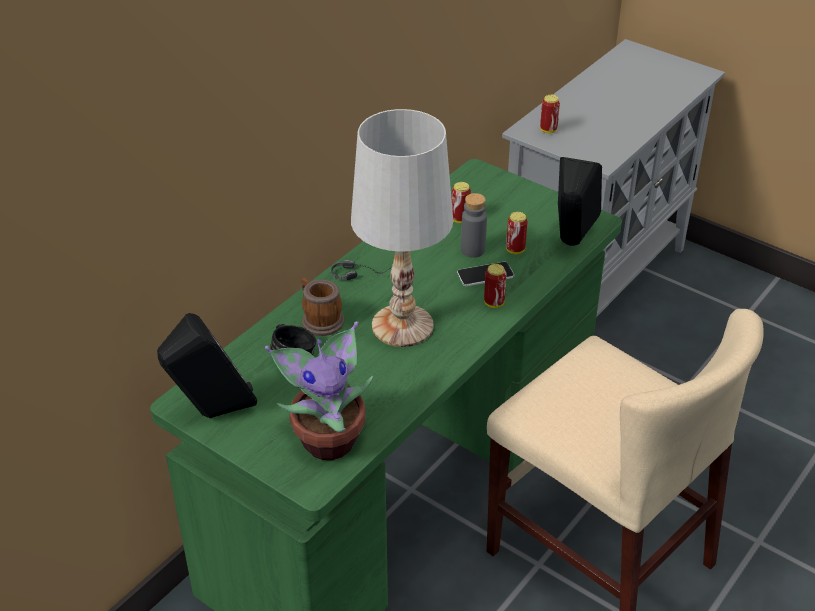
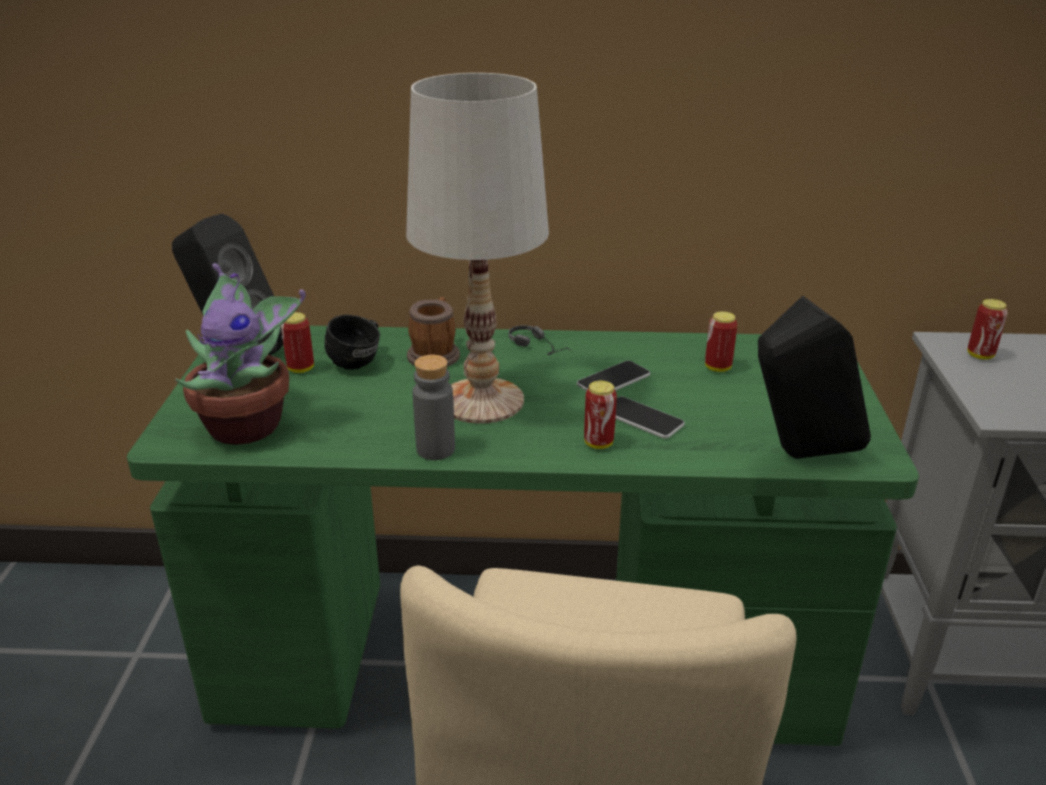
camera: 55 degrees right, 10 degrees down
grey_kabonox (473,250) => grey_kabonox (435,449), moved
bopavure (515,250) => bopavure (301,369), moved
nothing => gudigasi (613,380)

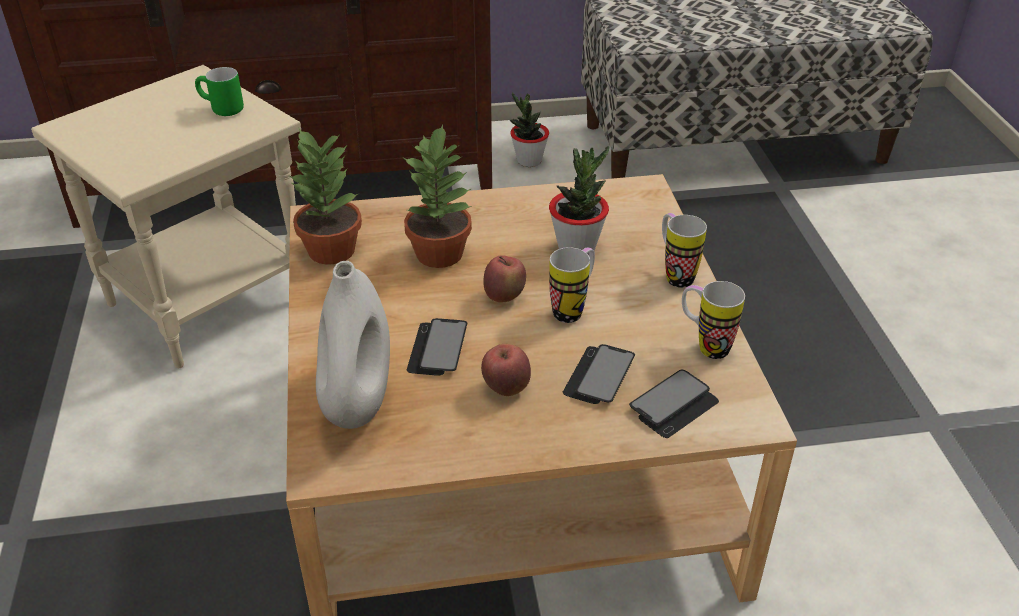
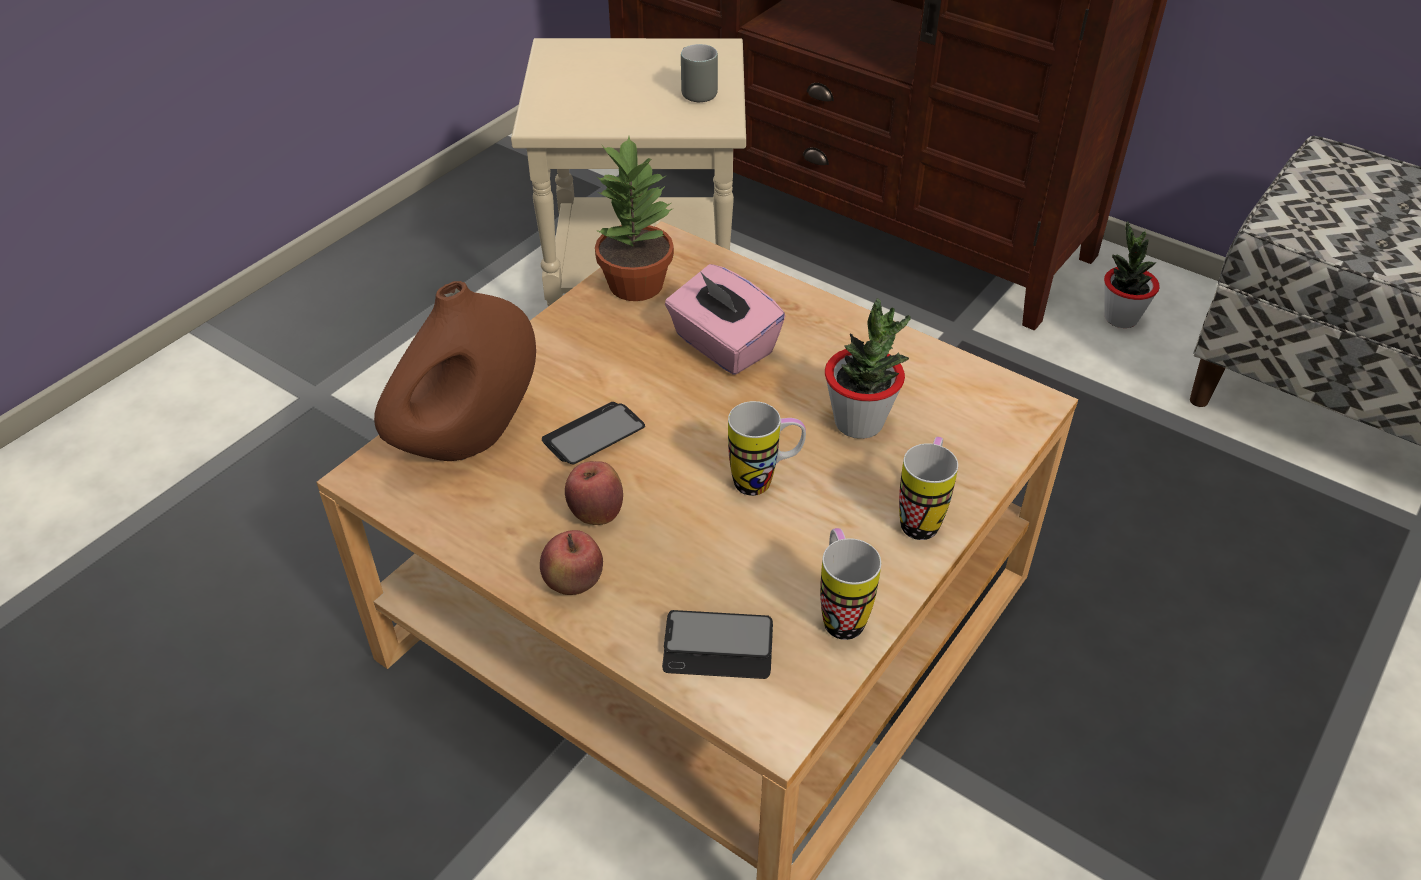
camera: 45 degrees right, 5 degrees up
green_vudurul (220,110) => grey_vudurul (693,92)
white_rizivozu (358,403) => brown_rizivozu (469,439)
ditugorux (441,253) => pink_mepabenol (723,346)
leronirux (504,297) => leronirux (573,584), moved
gudigasi (599,376) => nothing

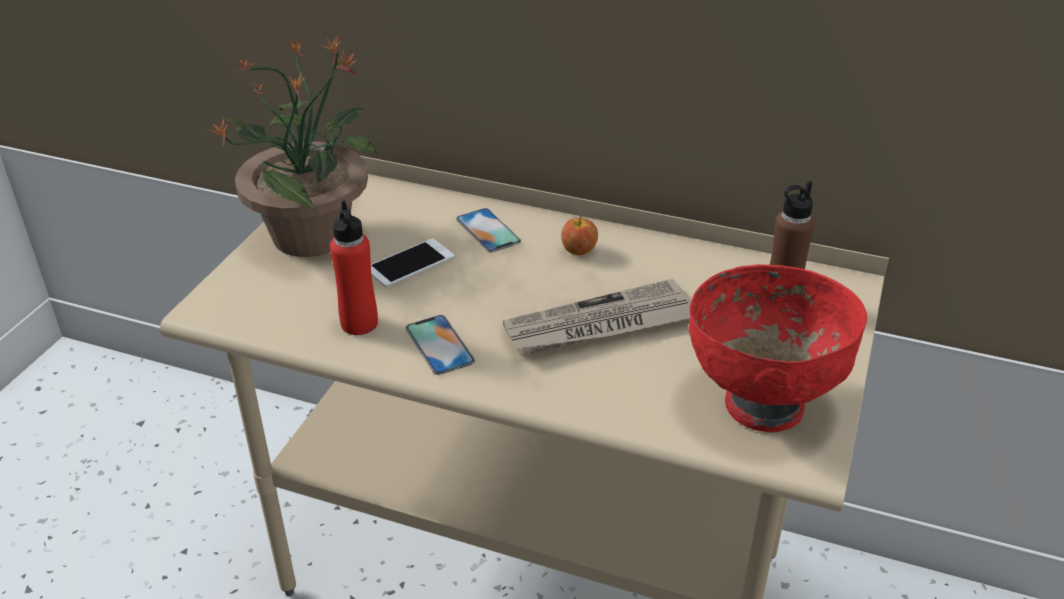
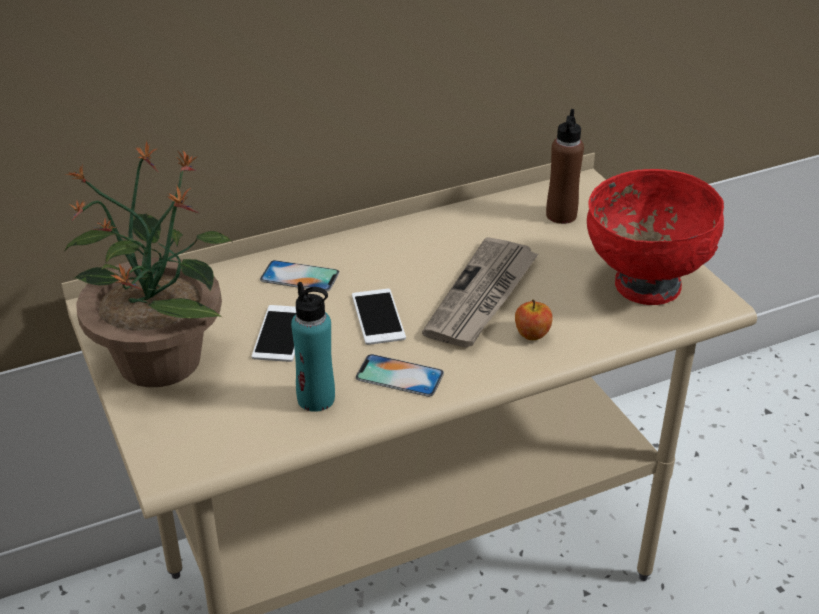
camera: 45 degrees left, 0 degrees up
red_kabonox (359,323) => turquoise_kabonox (316,399)
leronirux (579,250) => leronirux (532,334), moved
nothing => gudigasi (378,317)

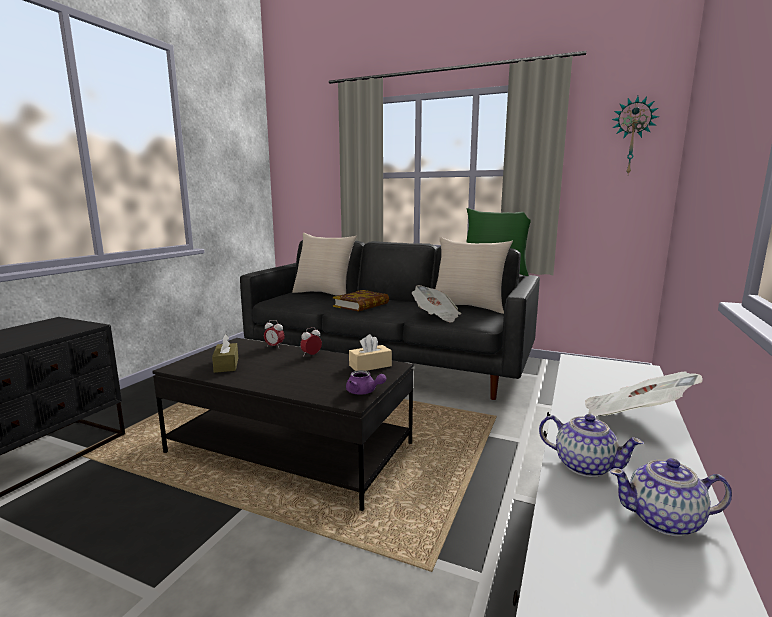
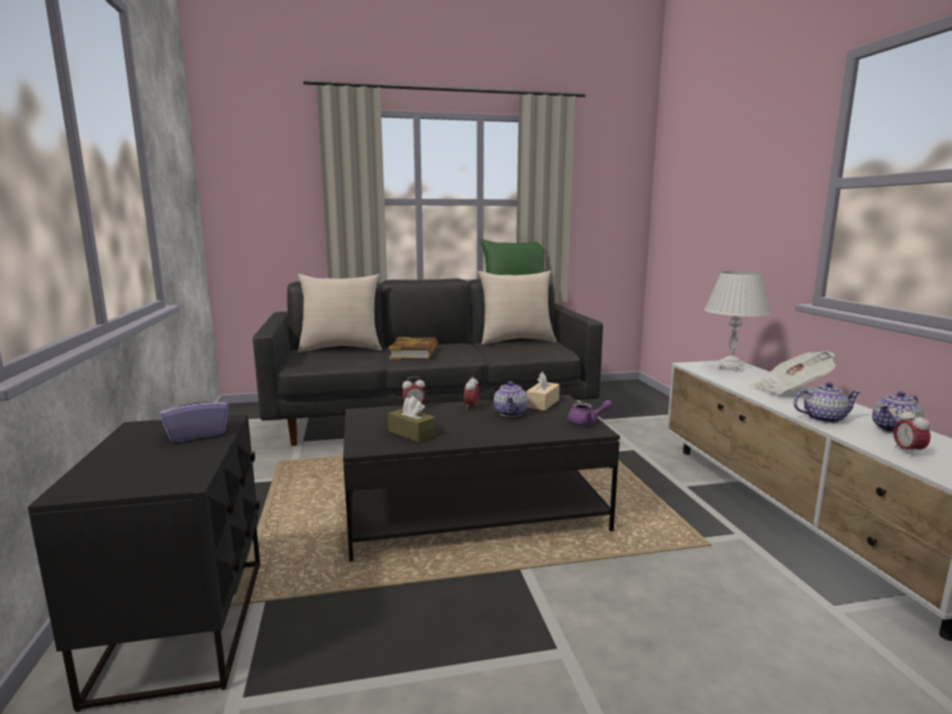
camera: 35 degrees left, 0 degrees up
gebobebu (436,316) => nothing
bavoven (632,136) => nothing
nothing => purple_mepabenol (197,434)
nothing => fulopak (511,413)
nothing => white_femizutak (730,368)
nothing => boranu (907,451)

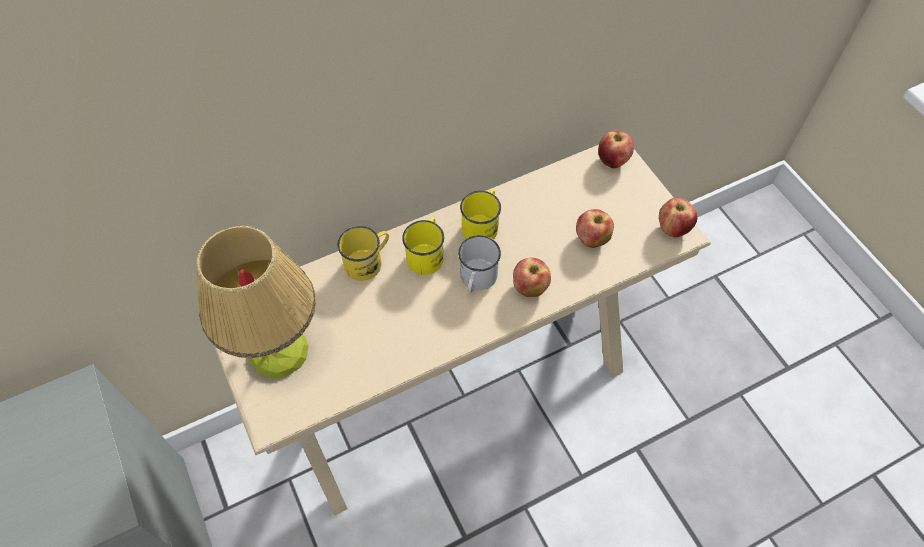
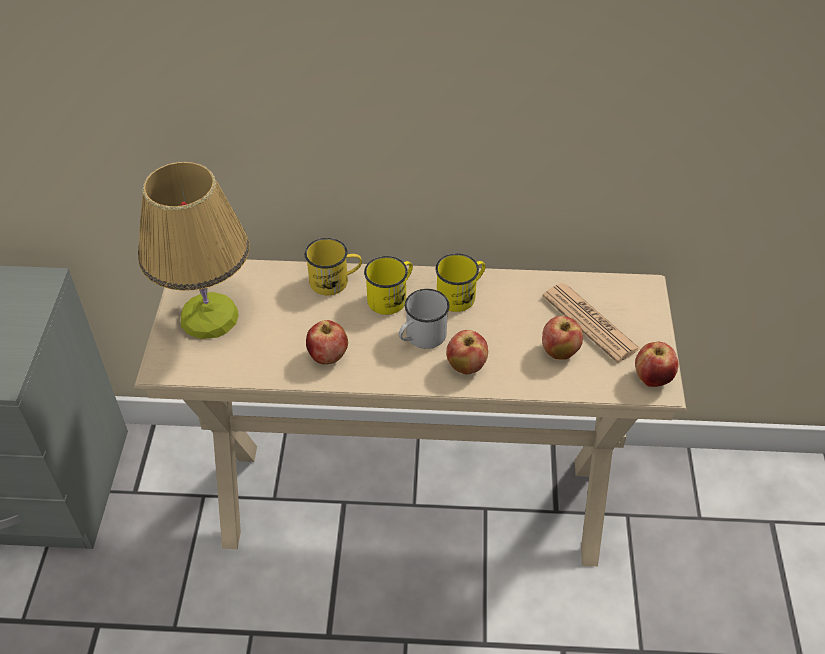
camera: 30 degrees right, 10 degrees down
leronirux (612,161) => leronirux (328,356), moved
nothing => gebobebu (590,323)

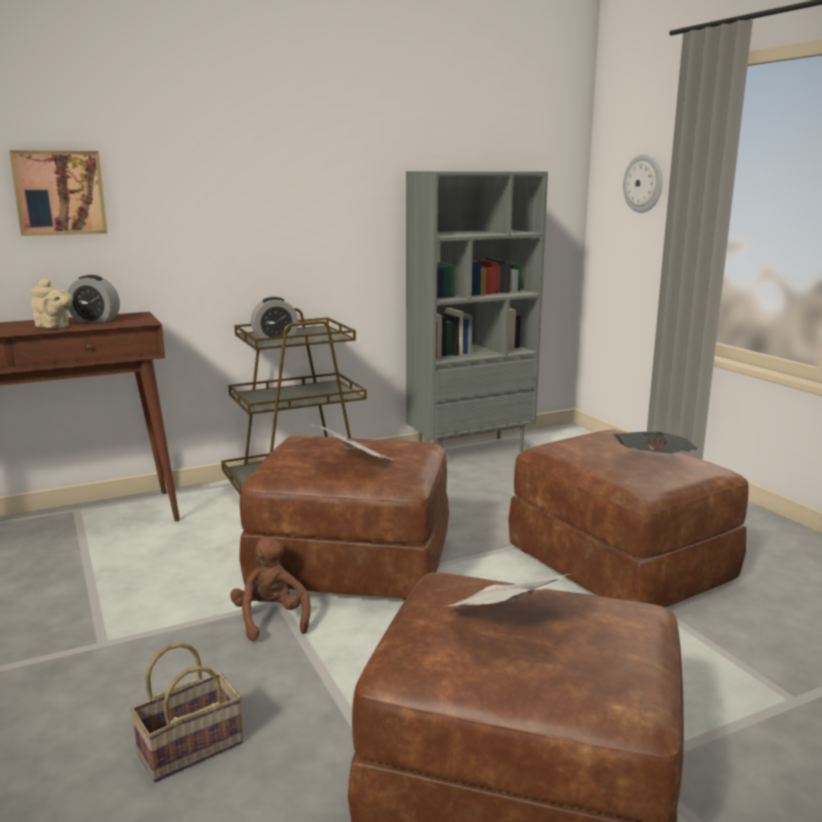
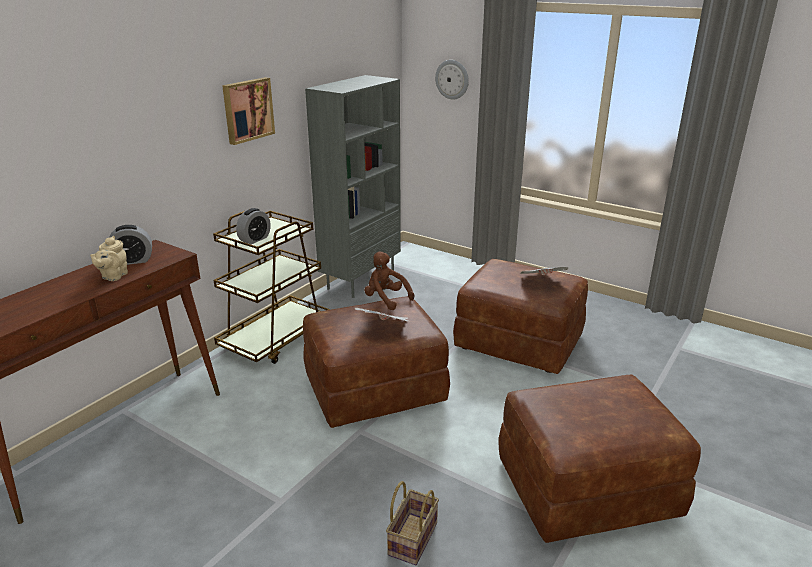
camera: 30 degrees left, 10 degrees up
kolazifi (59,193) => kolazifi (247,110), moved
beige_fulopak (54,326) => beige_fulopak (113,276), 105 degrees clockwise
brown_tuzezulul (271,619) => brown_tuzezulul (386,299), moved
gebobebu (506,620) => nothing

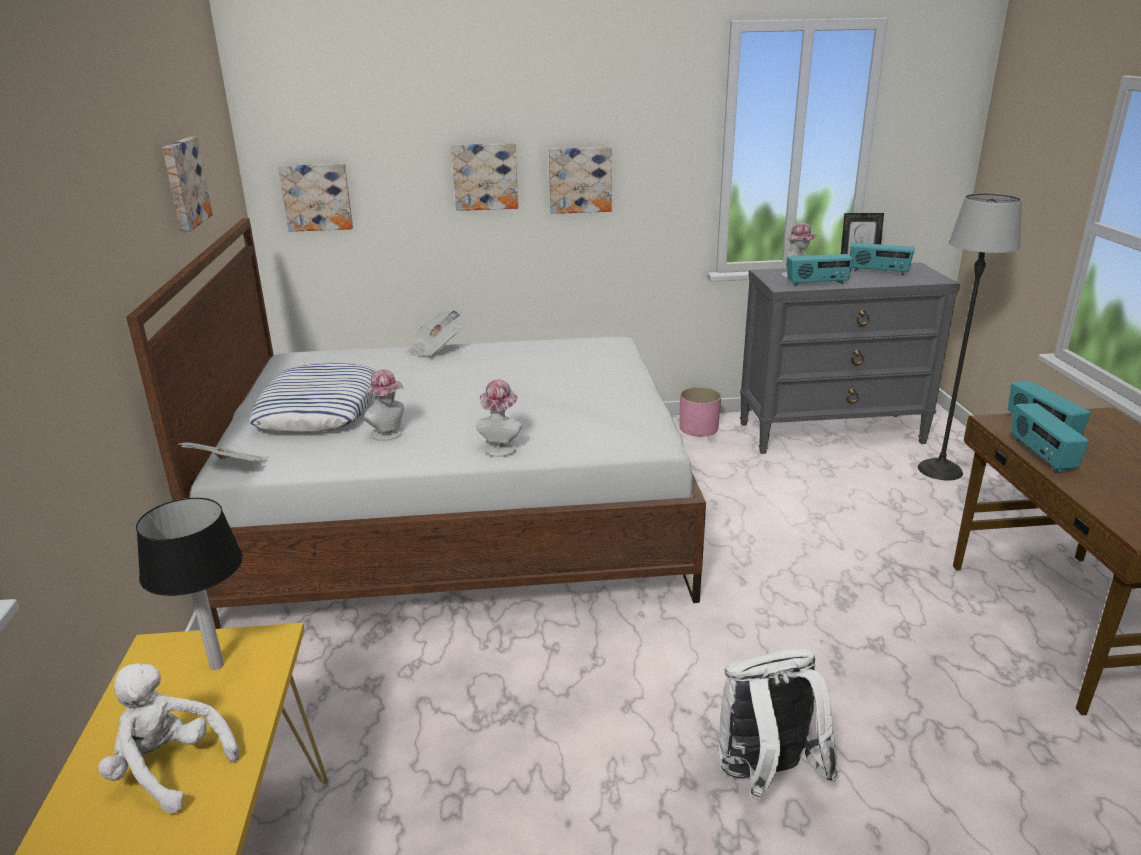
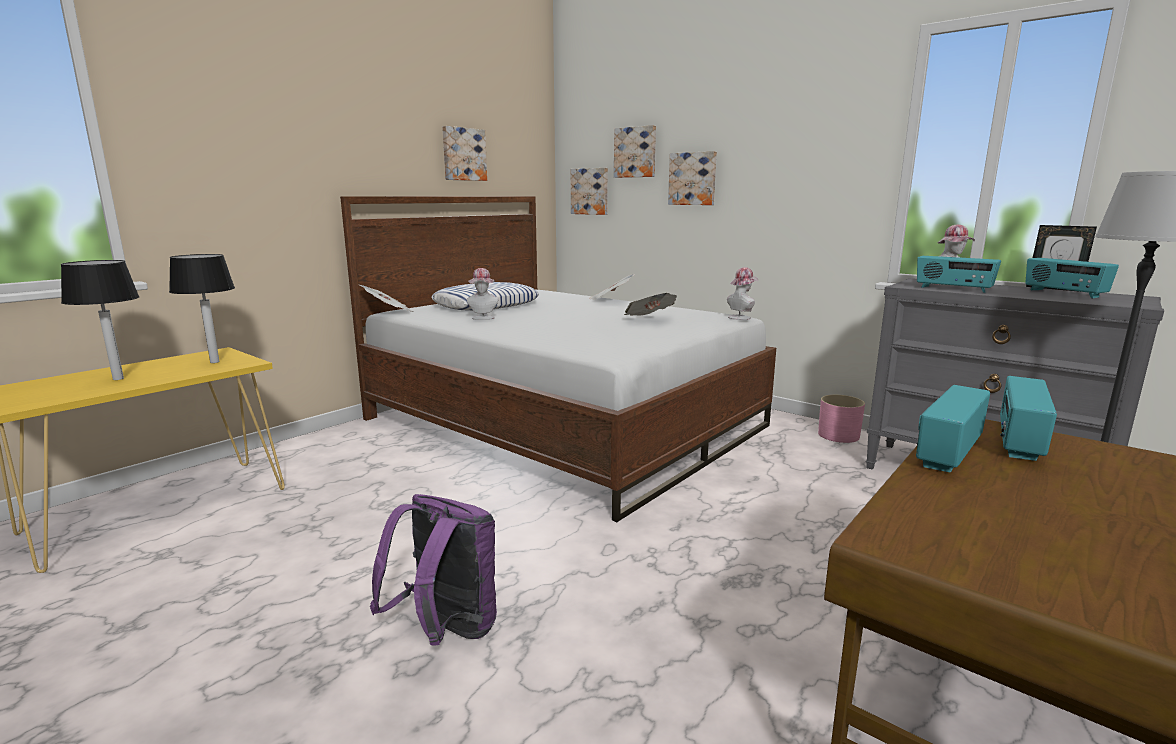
camera: 45 degrees right, 10 degrees down
white_tuzezulul (169,769) => femizutak (119,378)
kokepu (501,447) => kokepu (741,317), moved
kolazifi (580,180) => kolazifi (636,152), moved
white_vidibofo (766,776) => purple_vidibofo (446,631)
nothing => gebobebu (649,319)

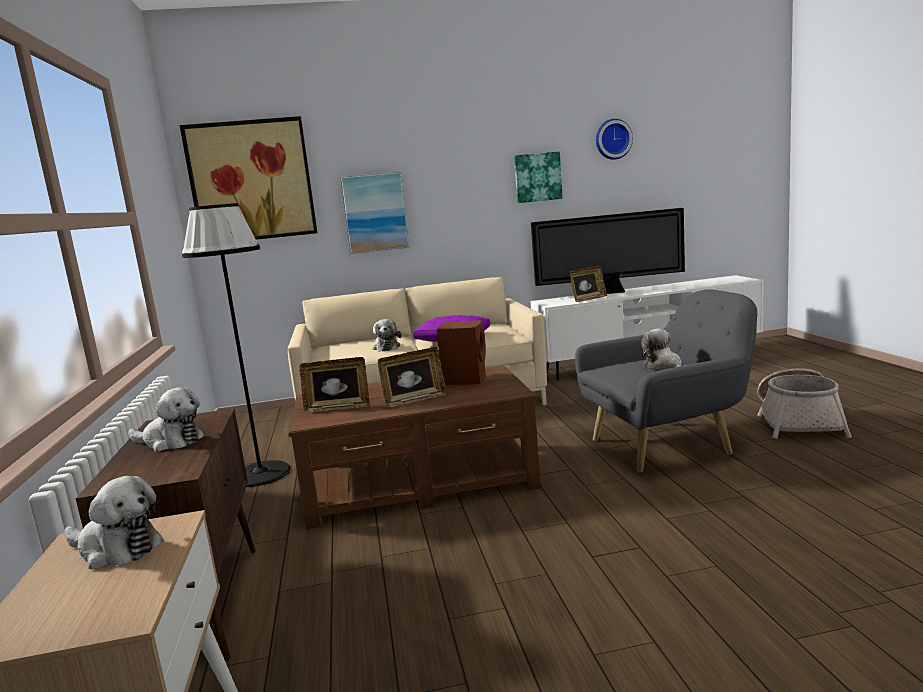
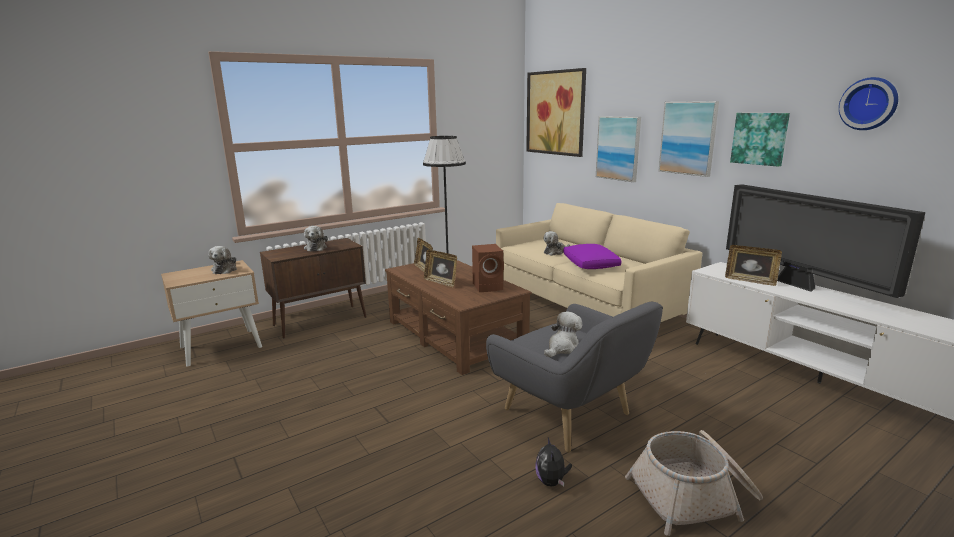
camera: 65 degrees right, 5 degrees up
nothing => tuzezulul (552,481)
nothing => kolazifi (688,138)

